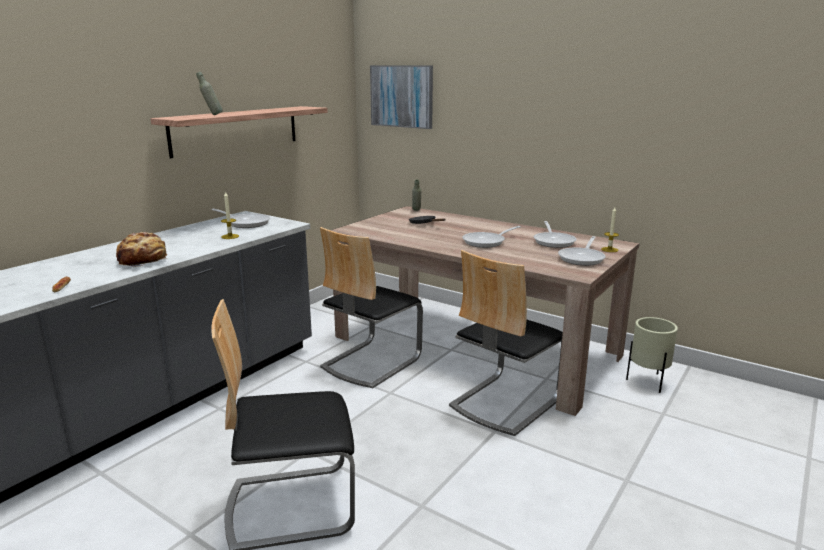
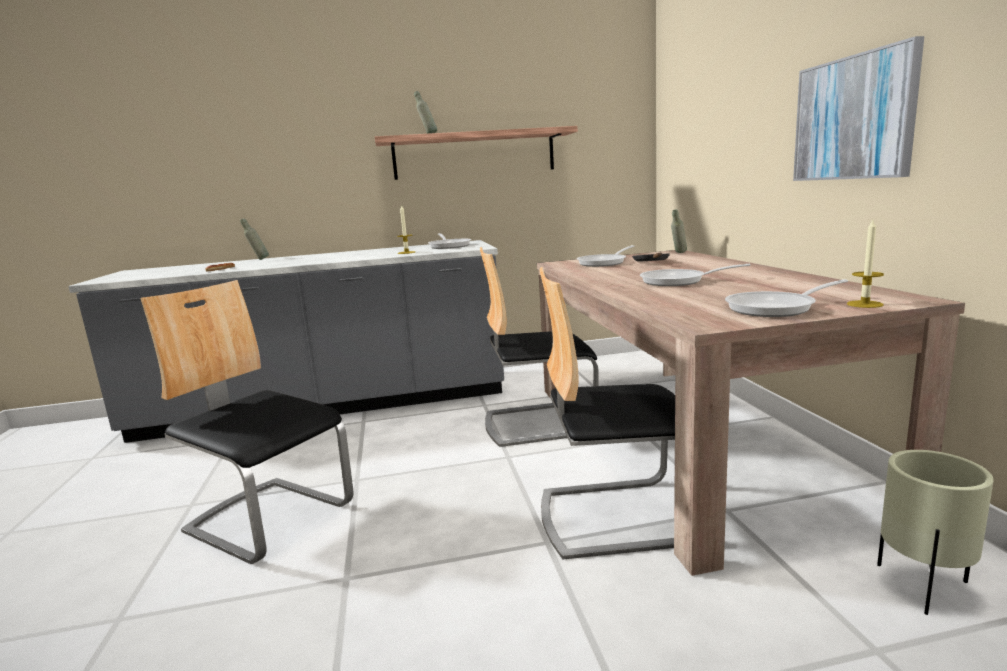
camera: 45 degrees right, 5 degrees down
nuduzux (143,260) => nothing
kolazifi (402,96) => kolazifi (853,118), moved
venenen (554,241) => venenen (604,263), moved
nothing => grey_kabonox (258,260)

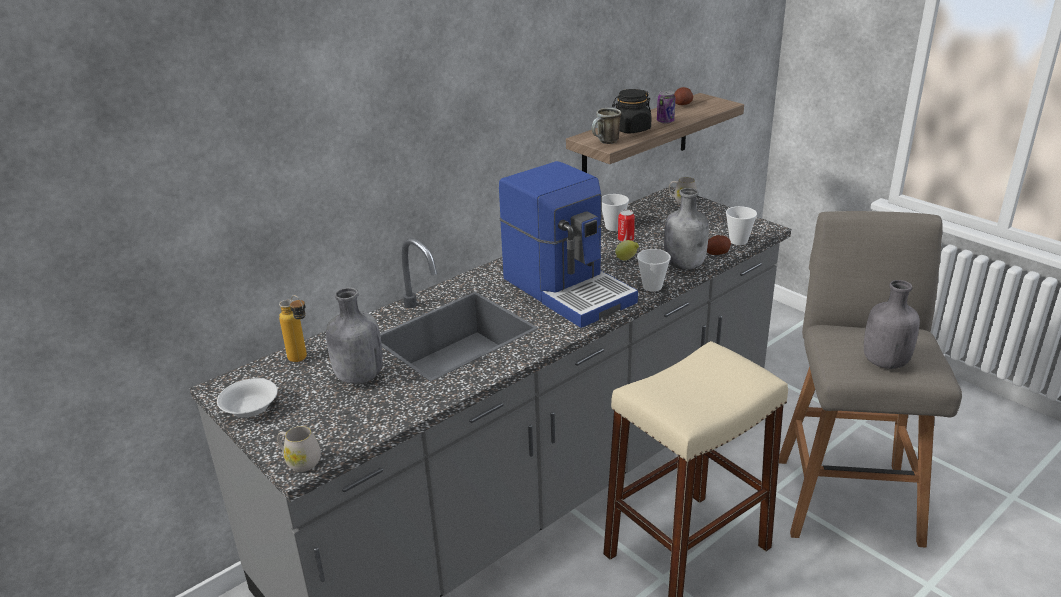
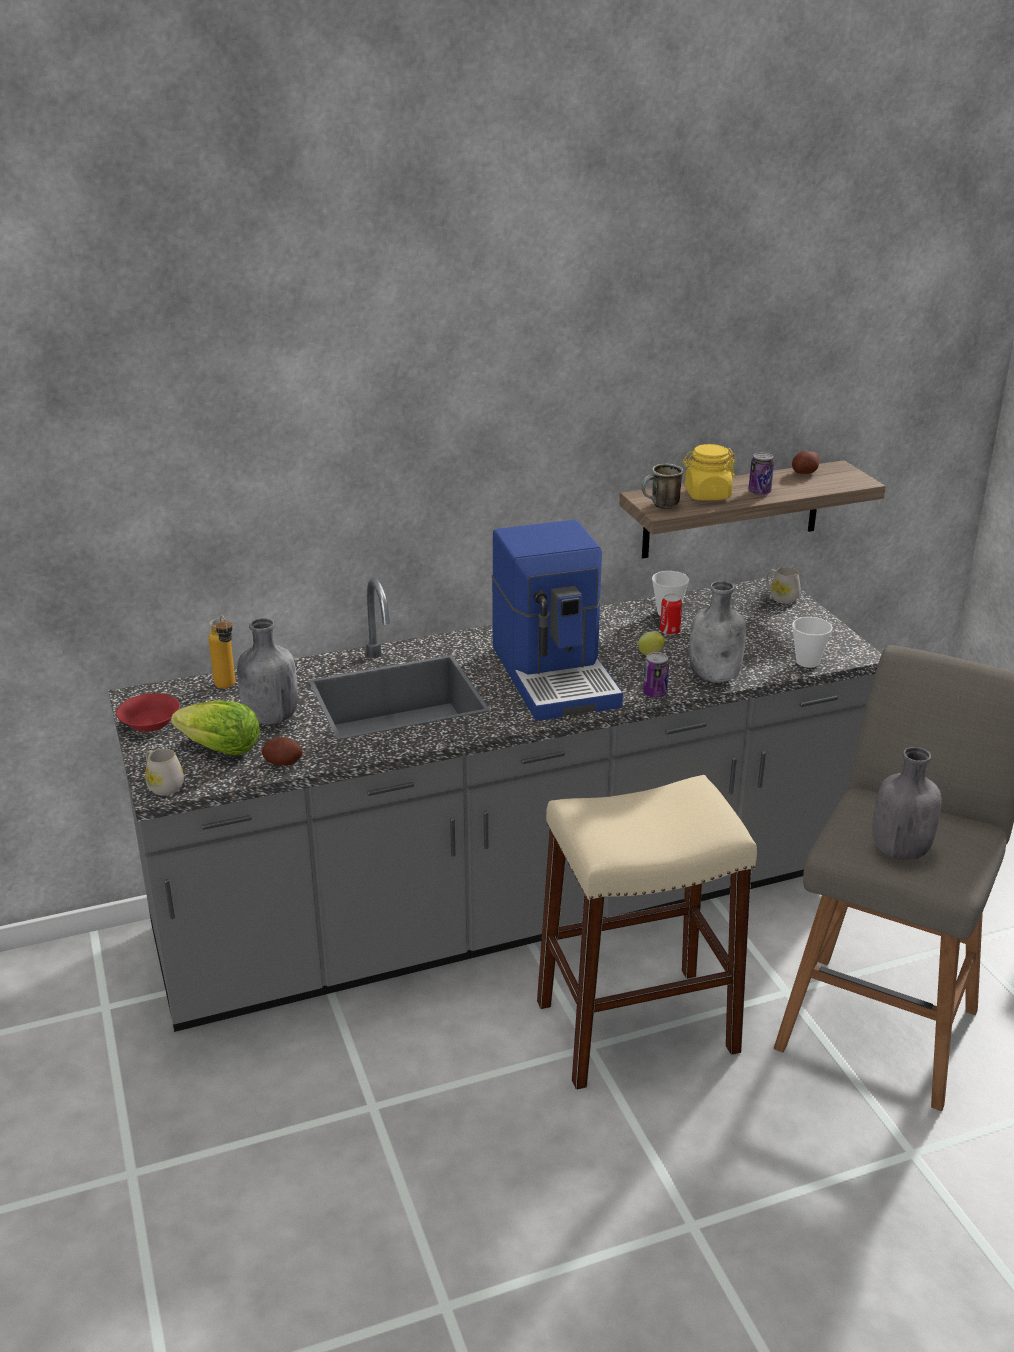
camera: 20 degrees right, 0 degrees up
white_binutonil (251,408) => red_binutonil (151,723)
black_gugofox (631,129) => yellow_gugofox (707,495)
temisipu (652,286) => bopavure (654,693)
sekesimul (717,253) => sekesimul (283,762), moved
nothing => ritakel (221,749)

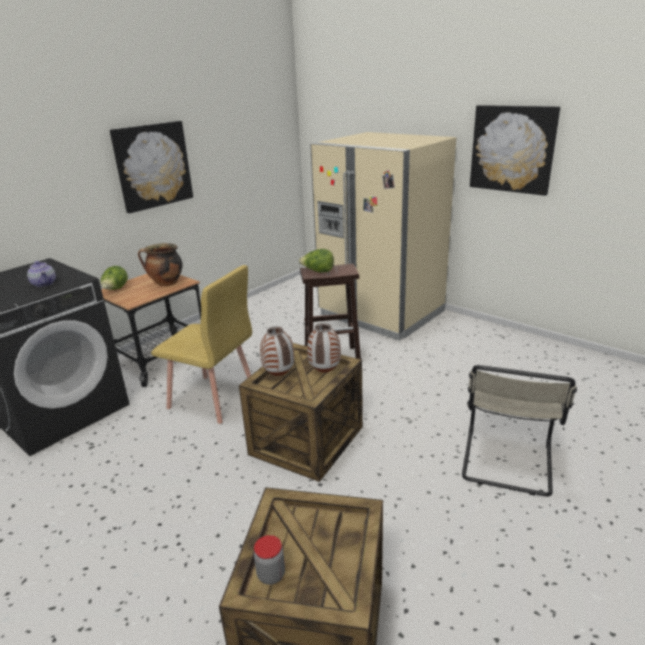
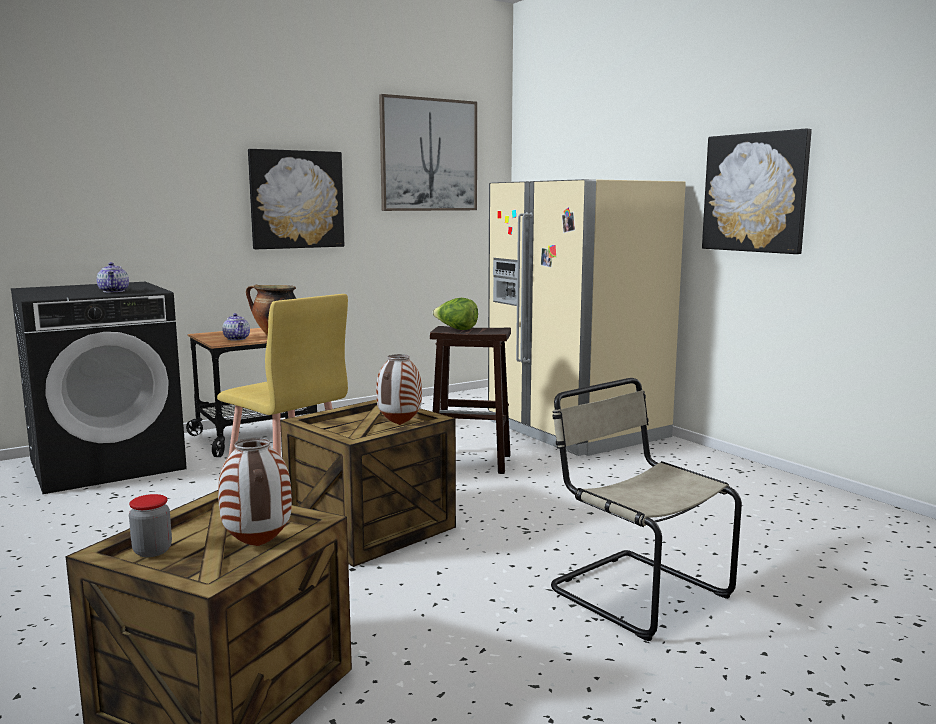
camera: 15 degrees right, 15 degrees down
ritakel (115,290) => nothing
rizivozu (279,375) => rizivozu (259,546), moved
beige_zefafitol (507,463) => beige_zefafitol (633,591), 105 degrees clockwise
nothing => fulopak (237,339)
nothing => kolazifi (429,155)

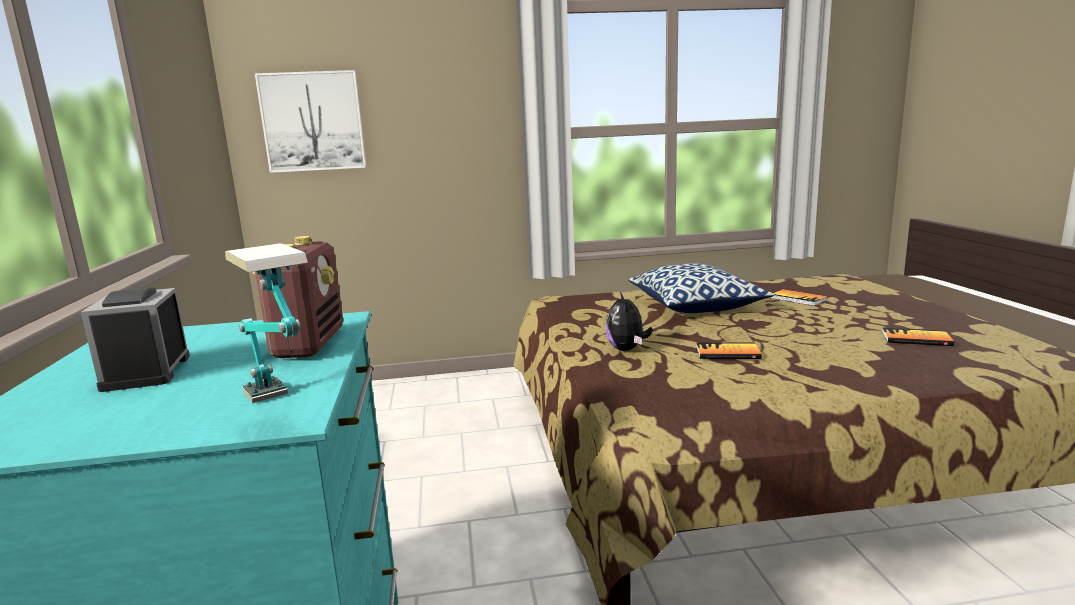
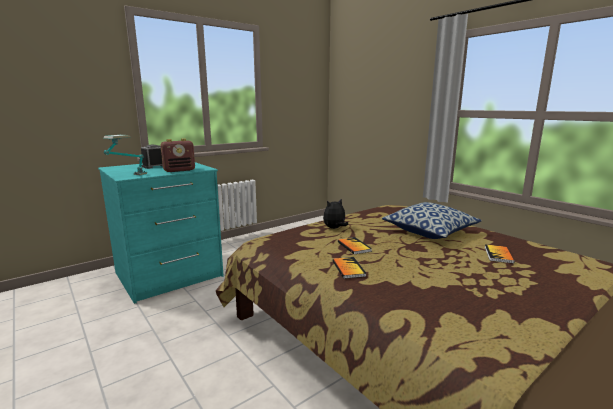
camera: 60 degrees right, 0 degrees up
kolazifi (313,122) => nothing
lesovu (916,339) => lesovu (348,268), moved

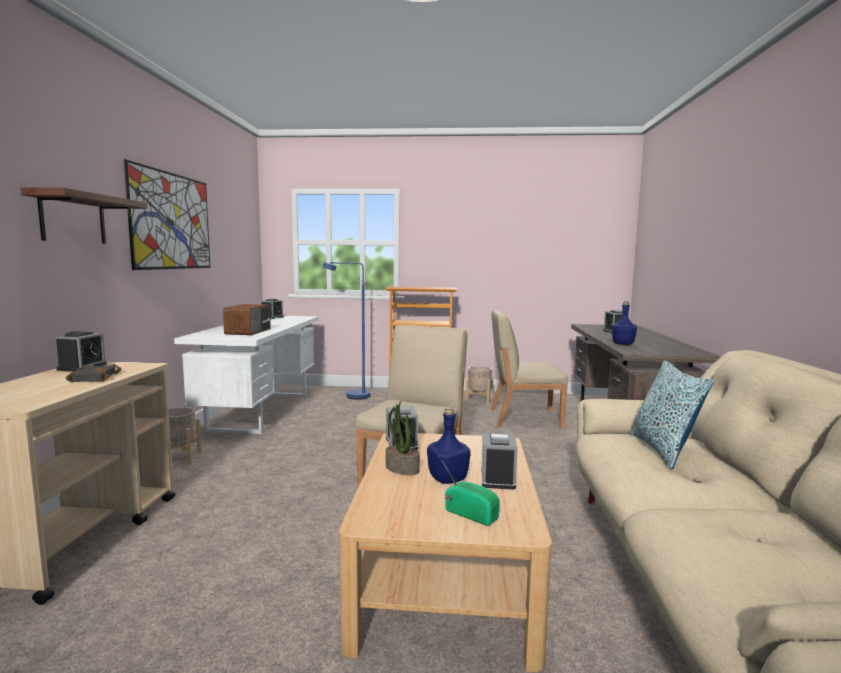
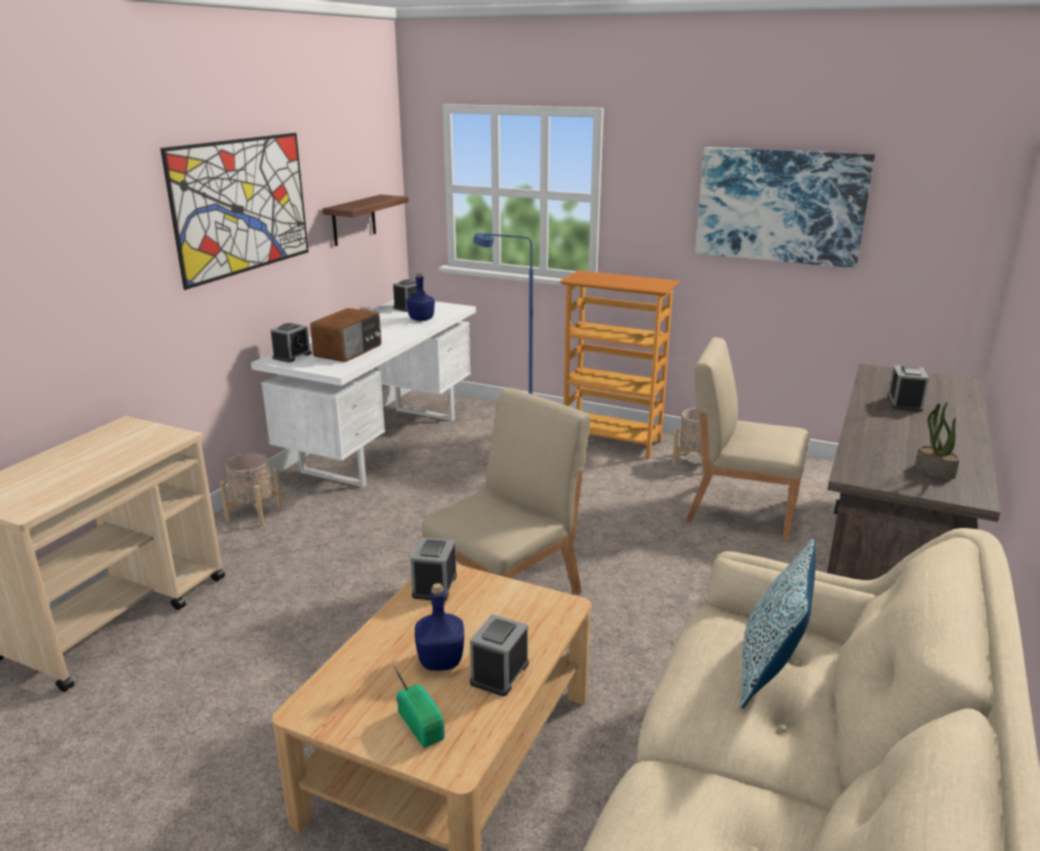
camera: 20 degrees right, 15 degrees up
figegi (73,219) => figegi (354,220), moved
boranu (82,367) => boranu (292,356), moved
black_lesovu (93,377) => nothing
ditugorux (401,469) => ditugorux (934,471), moved
blue_kabonox (623,344) => blue_kabonox (421,319), moved
nothing => kolazifi (780,206)

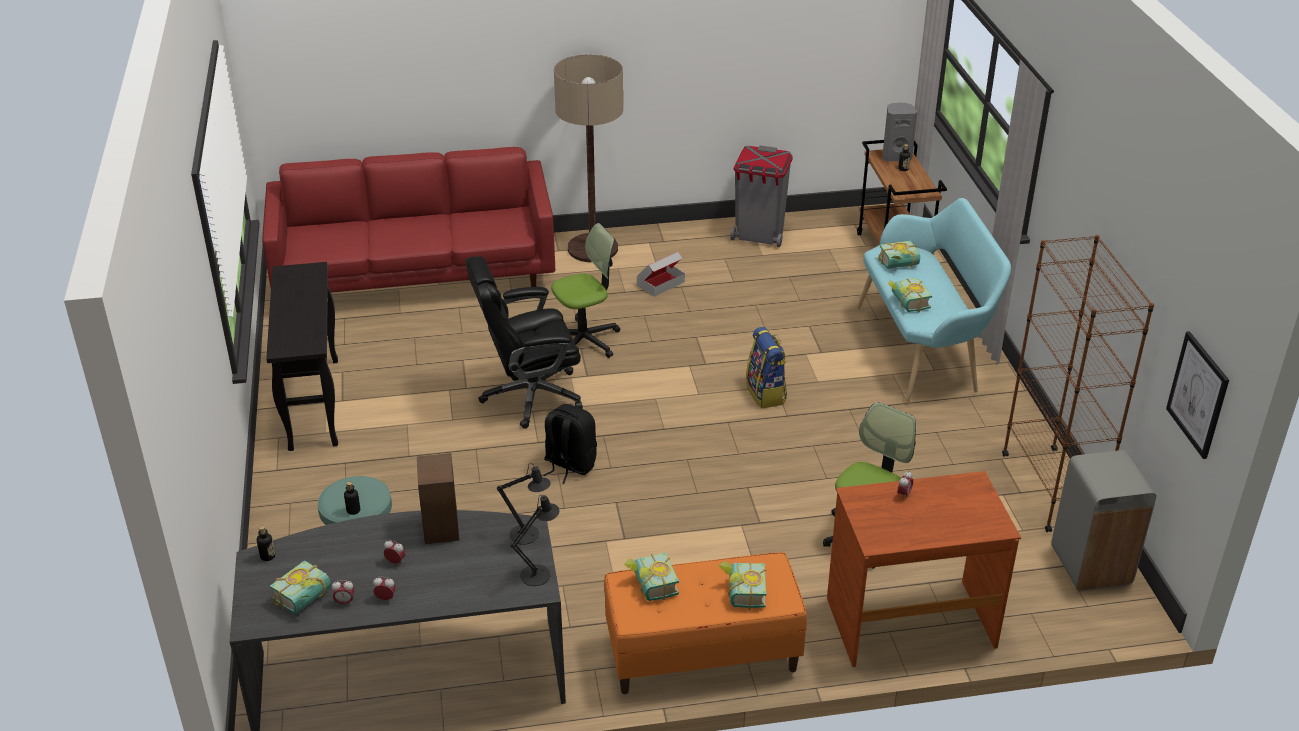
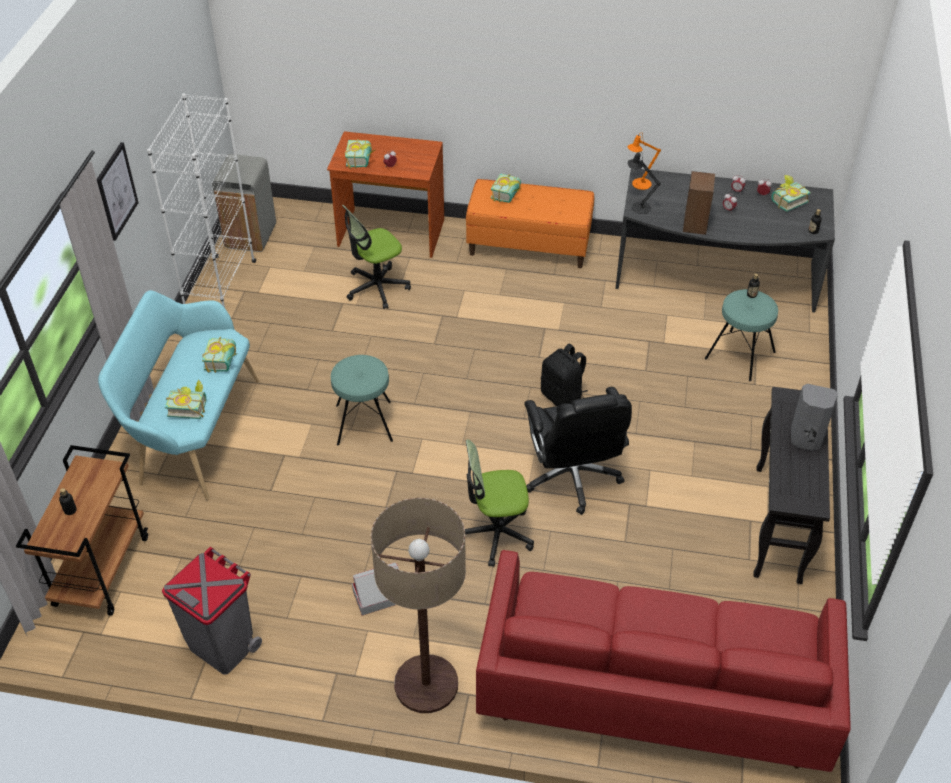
camera: 160 degrees left, 10 degrees up
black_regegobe (530,396) => black_regegobe (572,477), 75 degrees clockwise
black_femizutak (539,573) => orange_femizutak (639,184)
lesovu (650,586) => lesovu (362,160), moved
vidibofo (766,394) => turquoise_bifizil (364,423)
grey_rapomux (896,156) => grey_rapomux (806,439), moved
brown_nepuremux (1050,488) => white_nepuremux (221,288)
kolazifi (1198,394) => kolazifi (116,191), moved

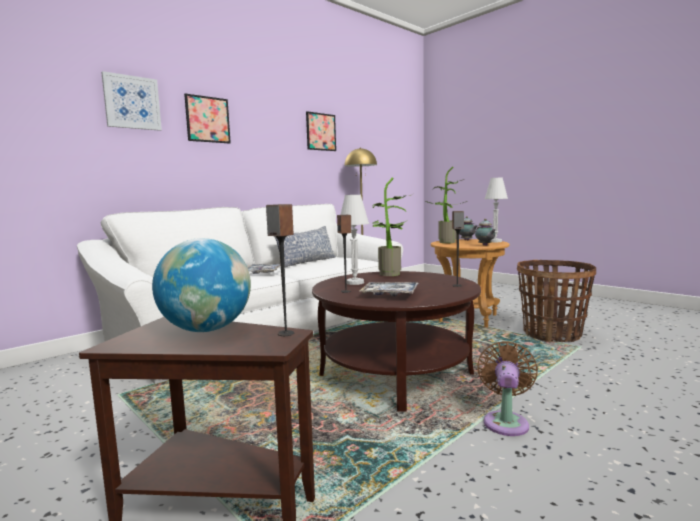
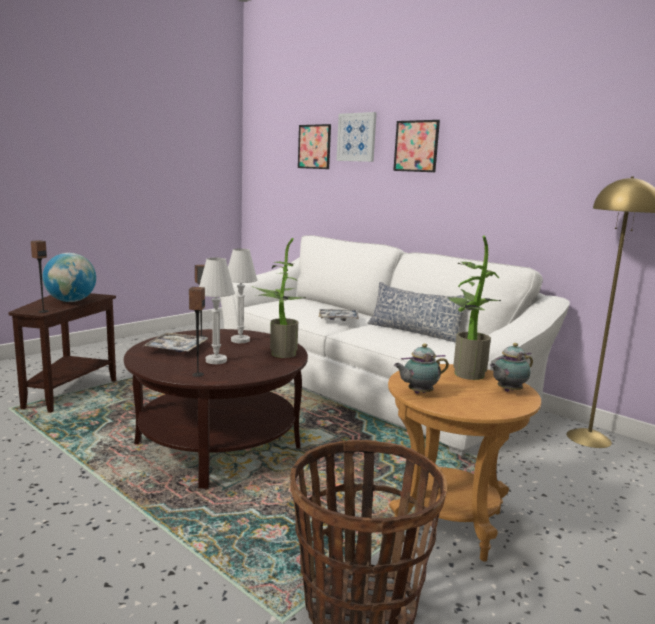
camera: 85 degrees right, 5 degrees up
kolazifi (321,132) => kolazifi (314,146), moved
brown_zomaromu (506,421) => nothing
white_femizutak (495,241) => white_femizutak (216,360), moved

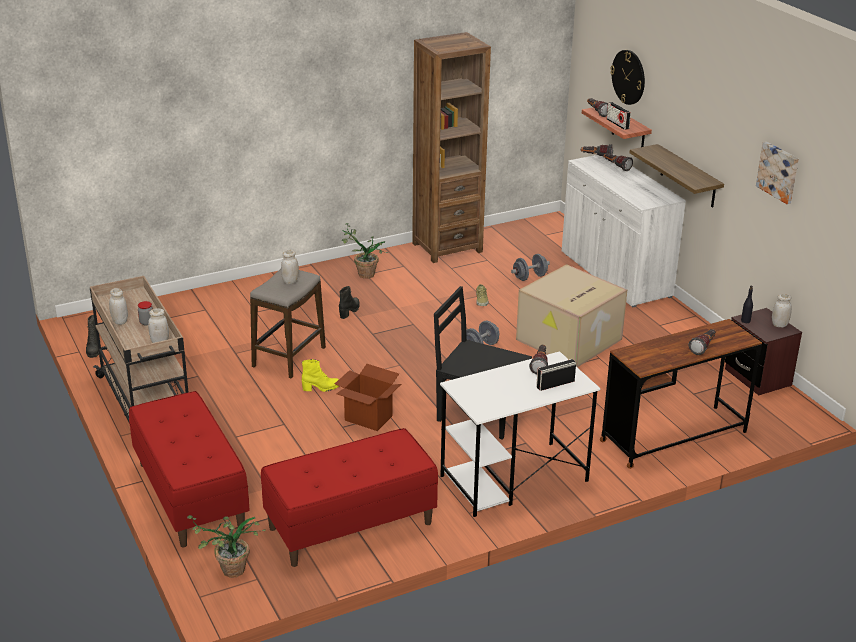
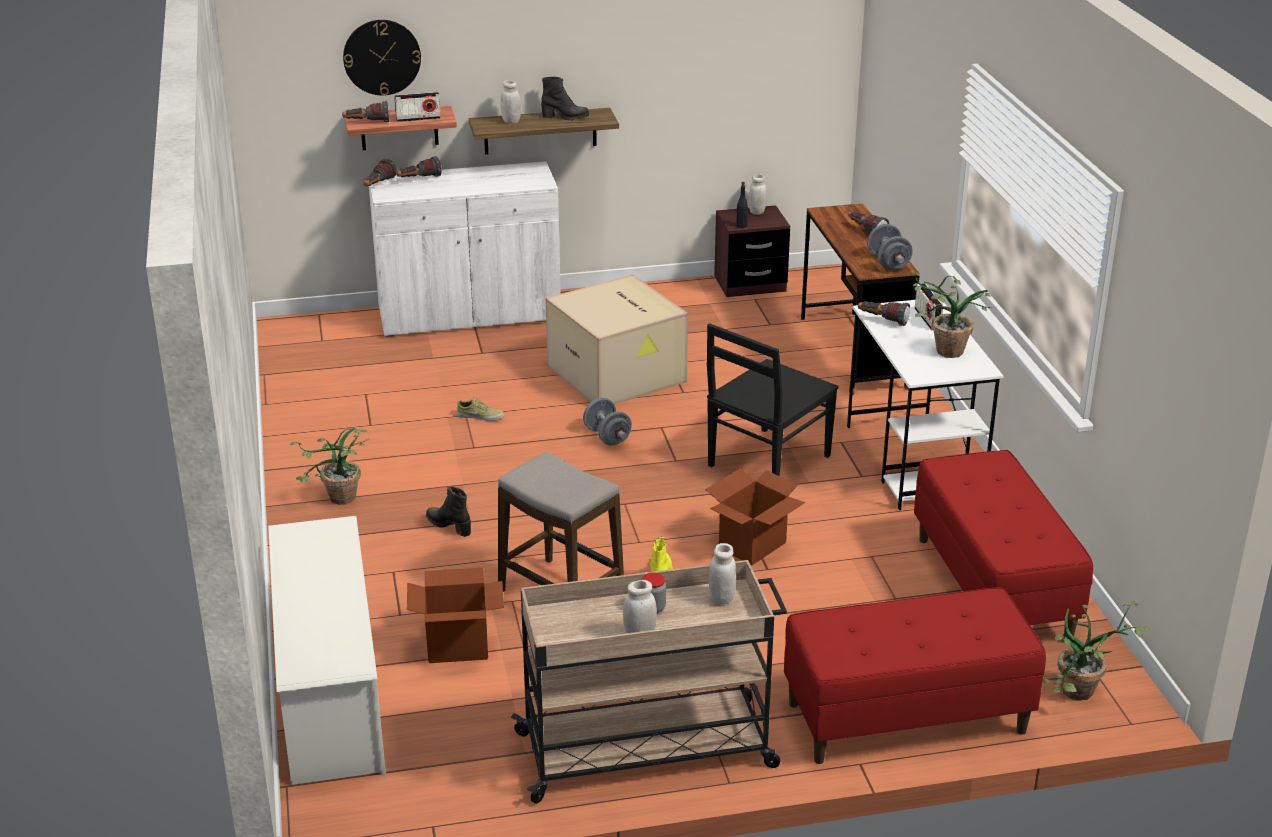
camera: 75 degrees left, 0 degrees up
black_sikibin (93,350) => black_sikibin (565,117), moved
white_gugofox (290,281) => white_gugofox (511,121), moved
brown_nepuremux (447,247) => nothing
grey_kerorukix (529,277) => grey_kerorukix (888,263), moved
kolazifi (779,172) => nothing
nothing => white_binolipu (330,694)
nothing => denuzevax (458,646)
nothing => ditugorux (941,351)

